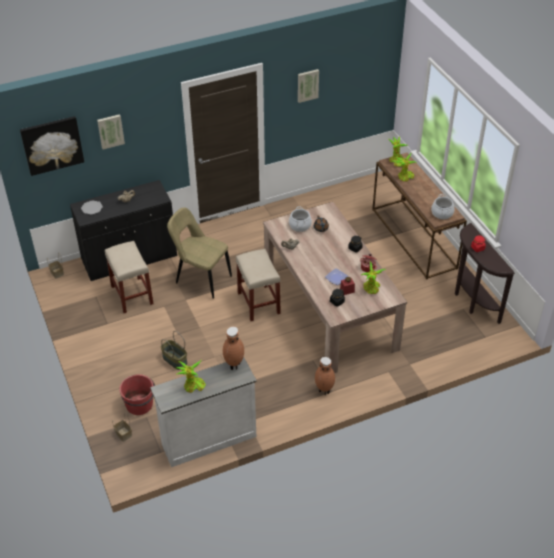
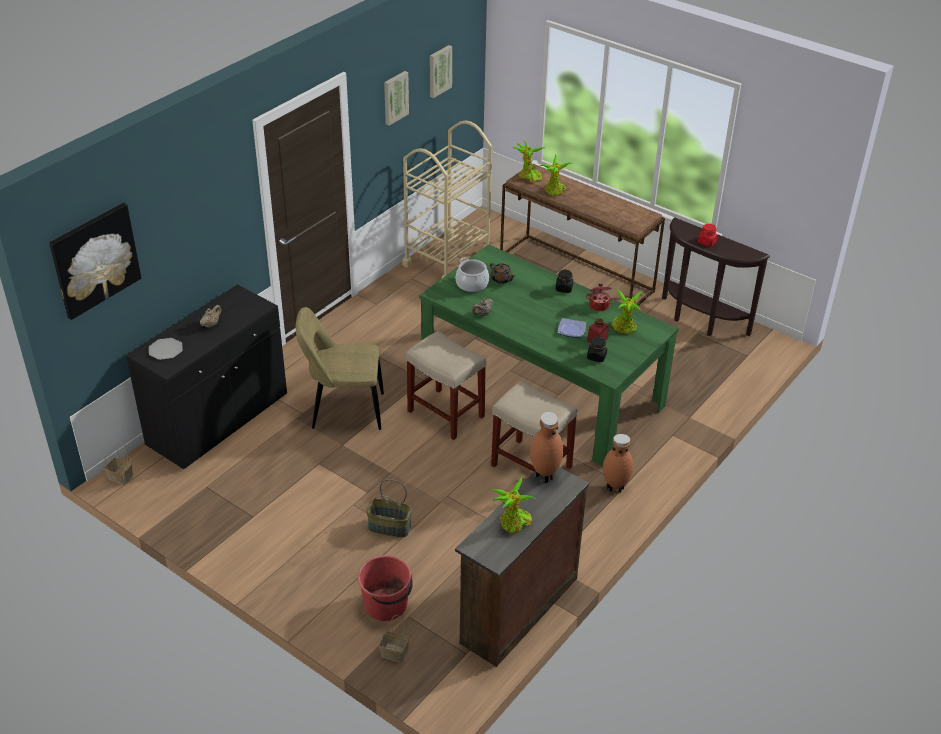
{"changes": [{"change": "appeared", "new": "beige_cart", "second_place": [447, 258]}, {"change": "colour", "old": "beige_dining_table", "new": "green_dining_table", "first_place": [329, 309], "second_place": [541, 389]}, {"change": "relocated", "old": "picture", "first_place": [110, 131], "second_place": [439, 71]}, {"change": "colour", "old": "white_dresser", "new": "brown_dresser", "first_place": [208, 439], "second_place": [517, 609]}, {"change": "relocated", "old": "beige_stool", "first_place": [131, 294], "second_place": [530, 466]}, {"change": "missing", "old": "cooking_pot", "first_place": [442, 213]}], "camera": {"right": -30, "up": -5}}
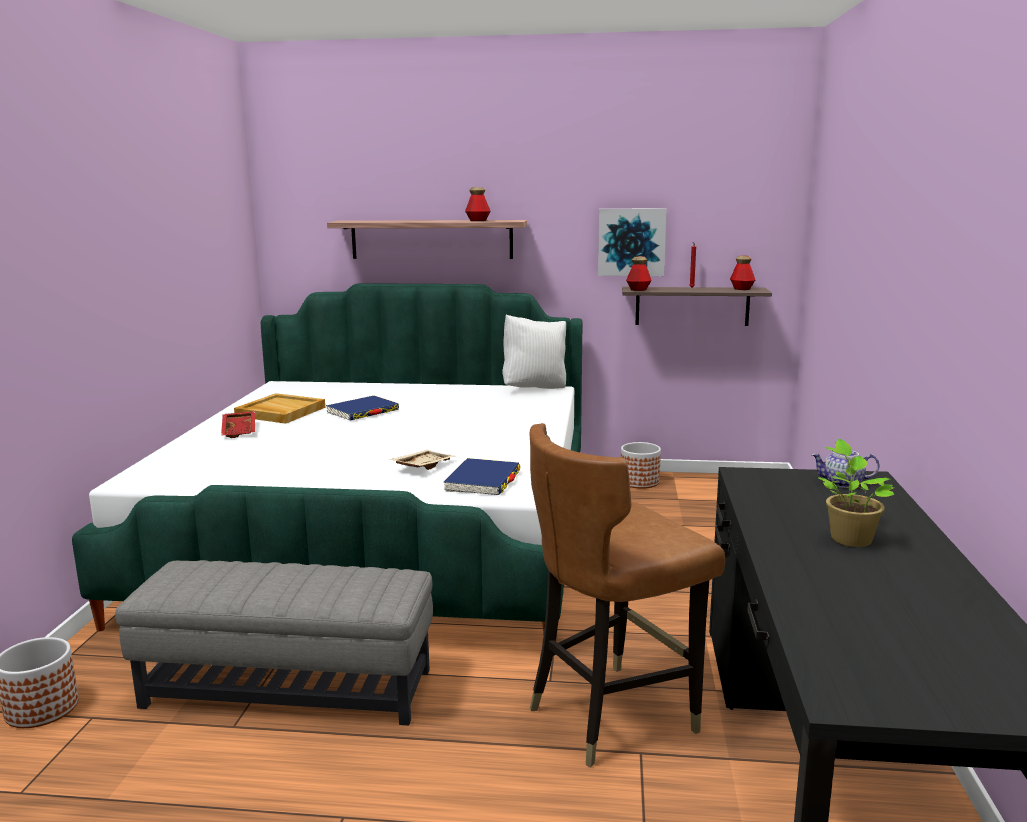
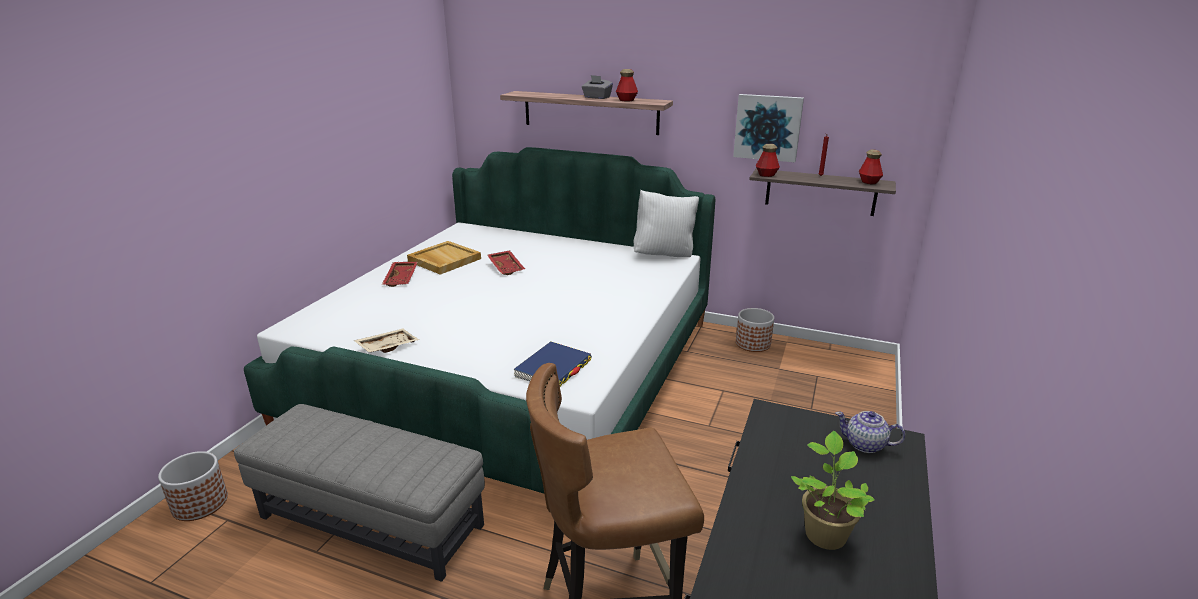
{"changes": [{"change": "relocated", "old": "beige_tray", "first_place": [422, 466], "second_place": [387, 346]}, {"change": "exchanged", "old": "blue_book", "new": "red_tray", "first_place": [363, 411], "second_place": [507, 267]}, {"change": "appeared", "new": "grey_tissue_box", "second_place": [597, 97]}], "camera": {"right": 15, "up": 10}}
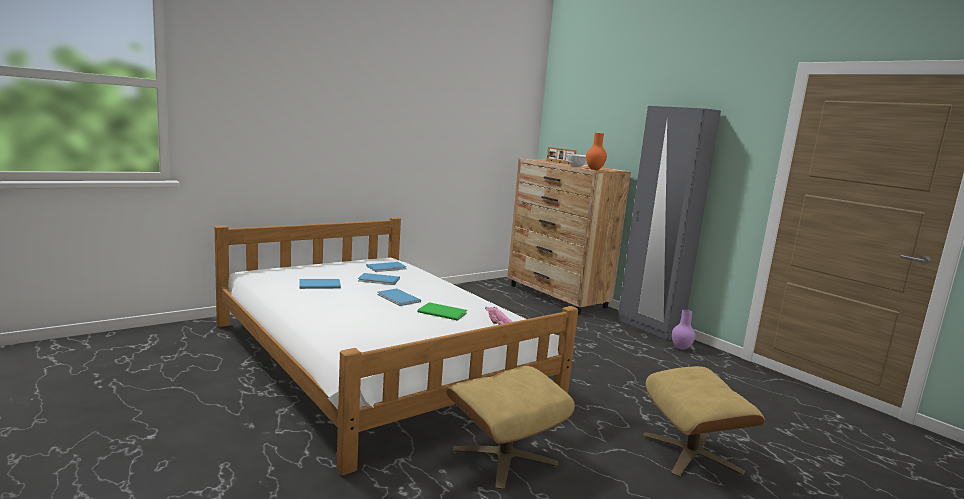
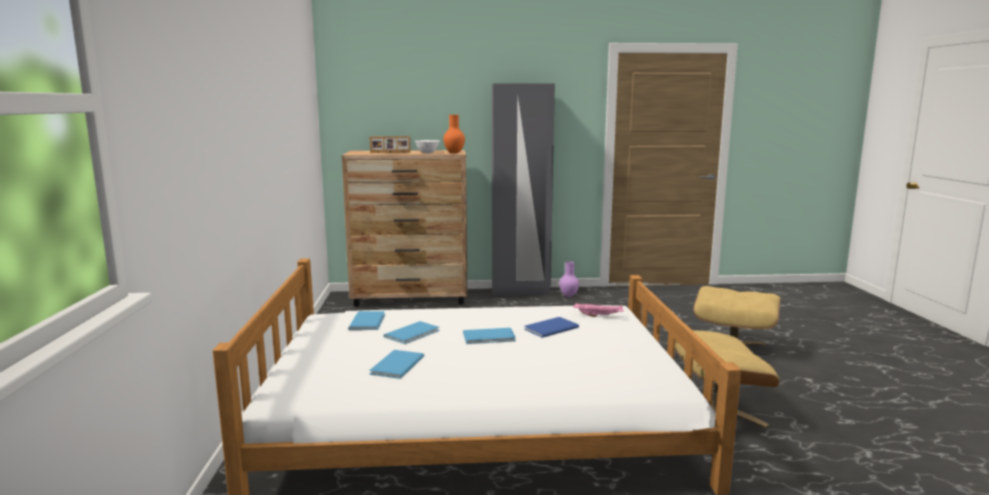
{"changes": [{"change": "colour", "old": "green_book", "new": "blue_book", "first_place": [442, 312], "second_place": [549, 328]}], "camera": {"right": -55, "up": 0}}
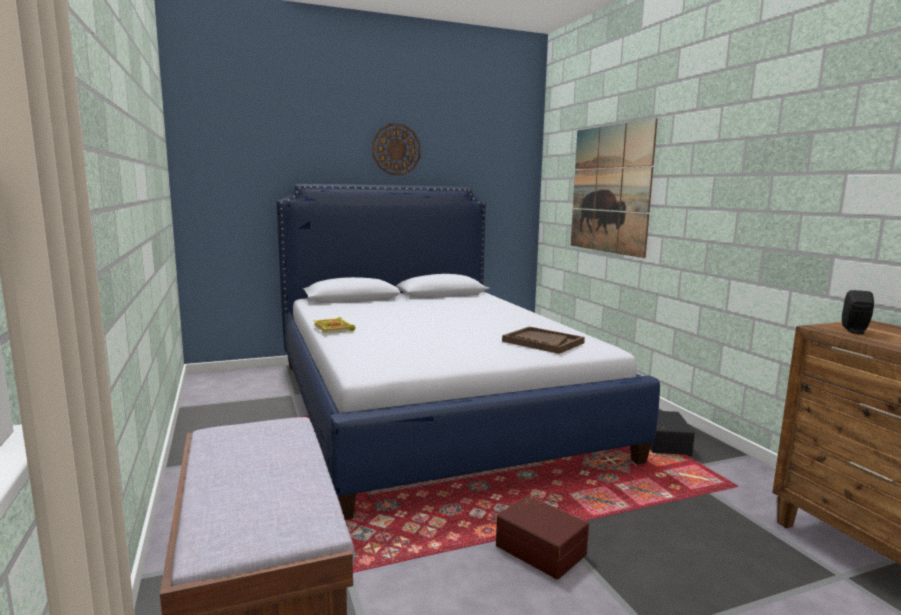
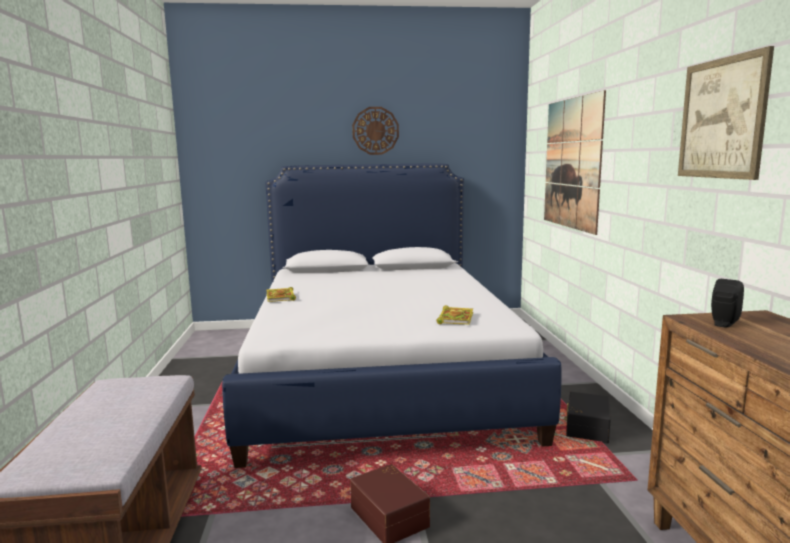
{"changes": [{"change": "exchanged", "old": "brown_tray", "new": "book", "first_place": [542, 342], "second_place": [455, 318]}, {"change": "appeared", "new": "picture", "second_place": [722, 118]}], "camera": {"right": 15, "up": 0}}
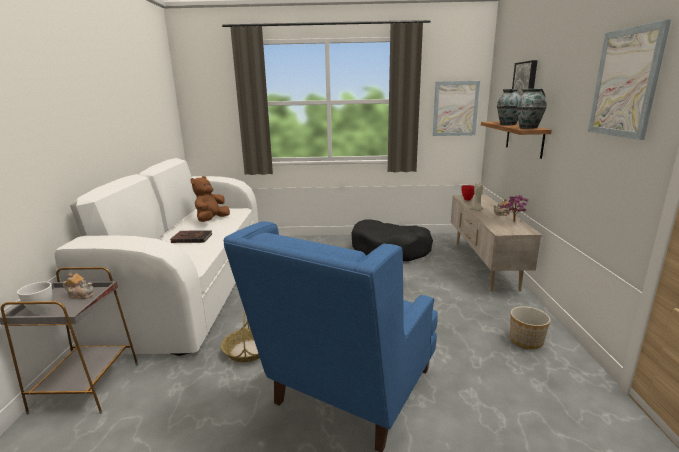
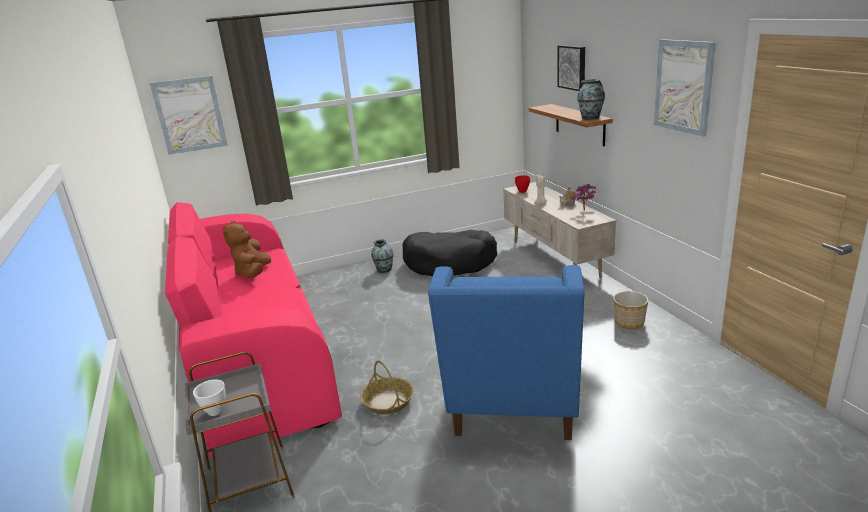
{"changes": [{"change": "relocated", "old": "picture", "first_place": [455, 108], "second_place": [190, 115]}, {"change": "colour", "old": "white_sofa", "new": "pink_sofa", "first_place": [194, 285], "second_place": [258, 355]}, {"change": "relocated", "old": "vase", "first_place": [507, 124], "second_place": [384, 270]}, {"change": "missing", "old": "teapot", "first_place": [81, 295]}, {"change": "missing", "old": "brown_book", "first_place": [192, 238]}], "camera": {"right": -20, "up": 5}}
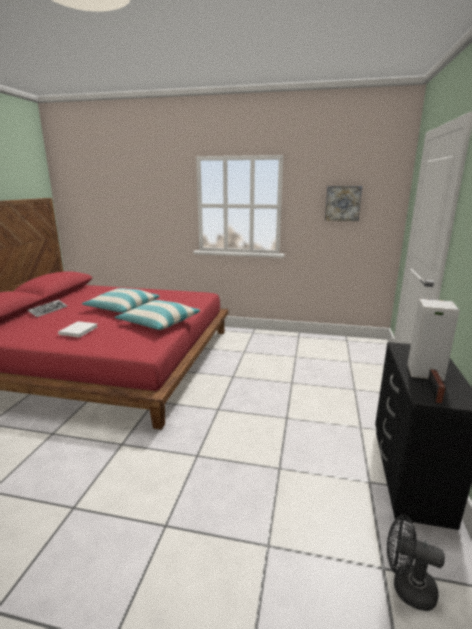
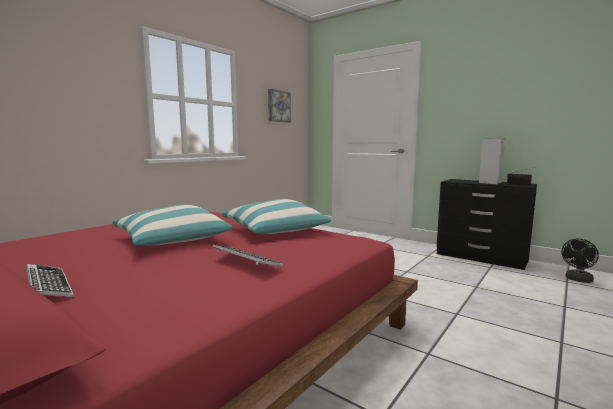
{"changes": [{"change": "exchanged", "old": "white_book", "new": "keyboard", "first_place": [79, 330], "second_place": [246, 261]}], "camera": {"right": -65, "up": -10}}
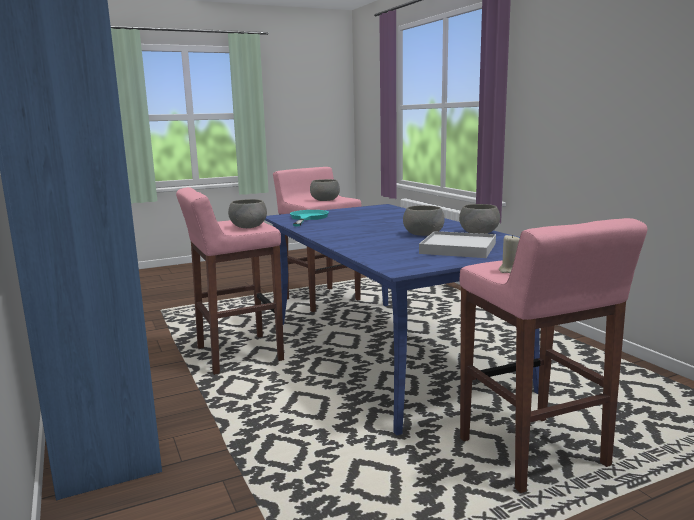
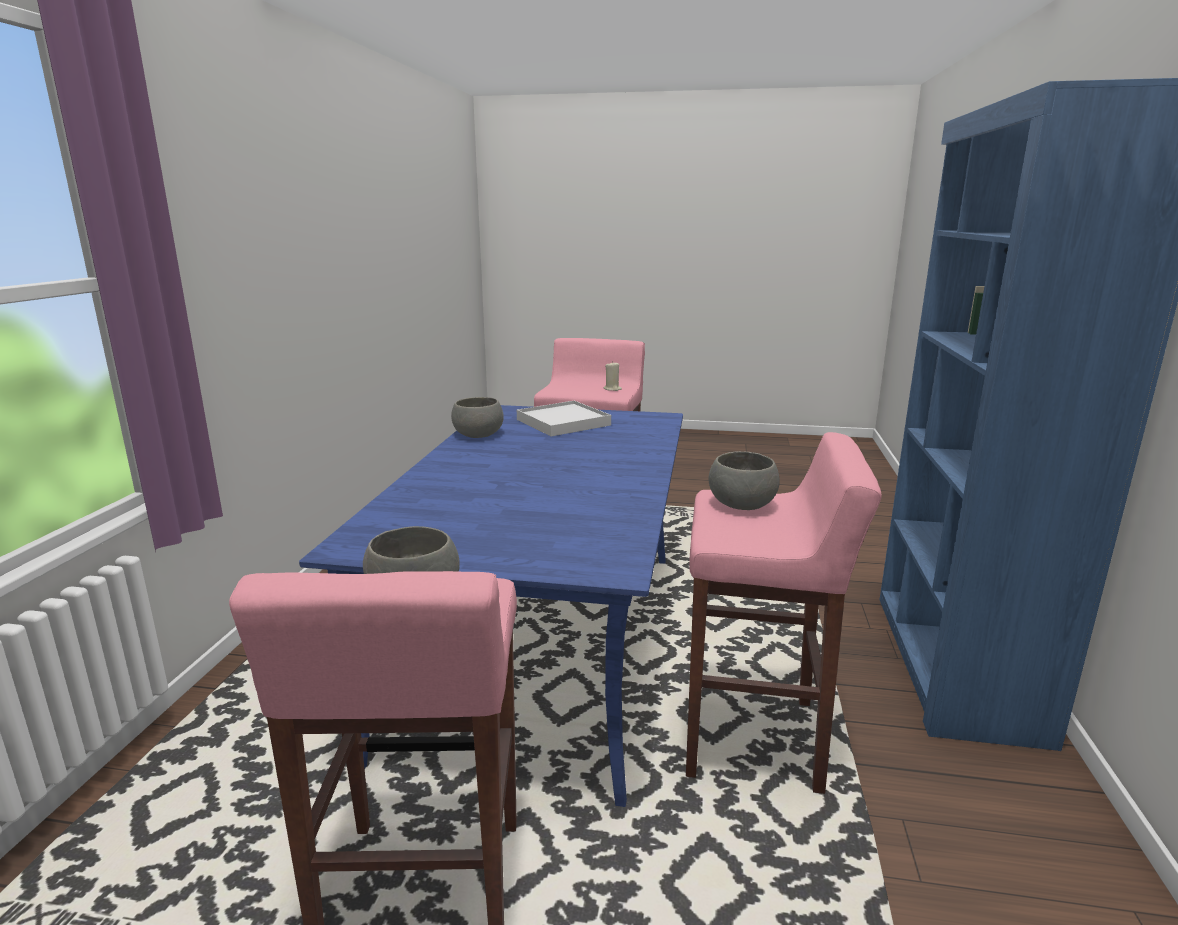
{"changes": [{"change": "missing", "old": "turquoise_frying_pan", "first_place": [307, 218]}, {"change": "missing", "old": "grey_bowl", "first_place": [422, 234]}], "camera": {"right": -145, "up": 5}}
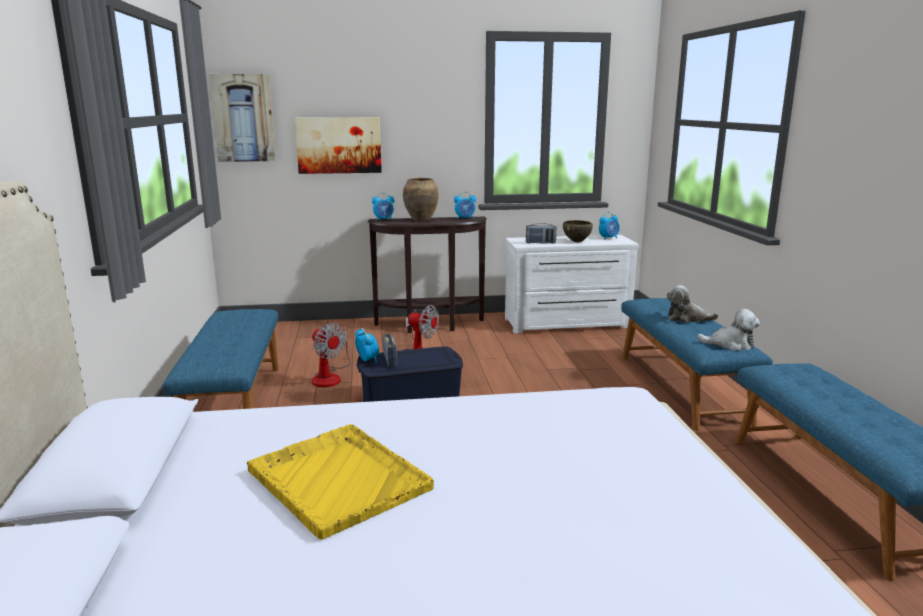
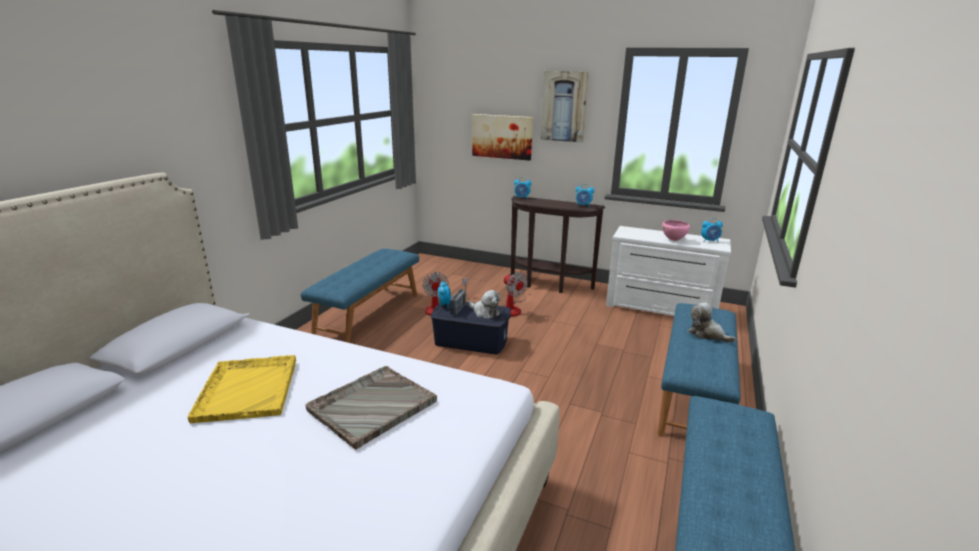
{"changes": [{"change": "appeared", "new": "grey_tray", "second_place": [371, 406]}, {"change": "relocated", "old": "plush_toy", "first_place": [730, 344], "second_place": [484, 312]}, {"change": "relocated", "old": "picture", "first_place": [243, 118], "second_place": [564, 106]}, {"change": "colour", "old": "brown_bowl", "new": "pink_bowl", "first_place": [577, 242], "second_place": [673, 240]}, {"change": "missing", "old": "brown_vase", "first_place": [421, 219]}, {"change": "missing", "old": "radio", "first_place": [540, 243]}], "camera": {"right": 30, "up": 5}}
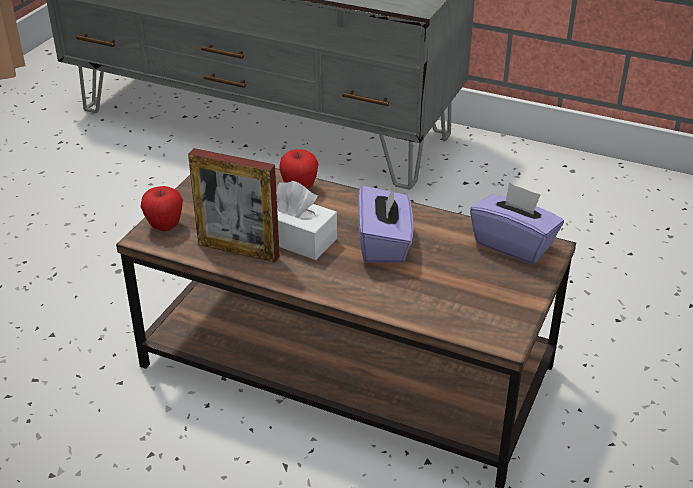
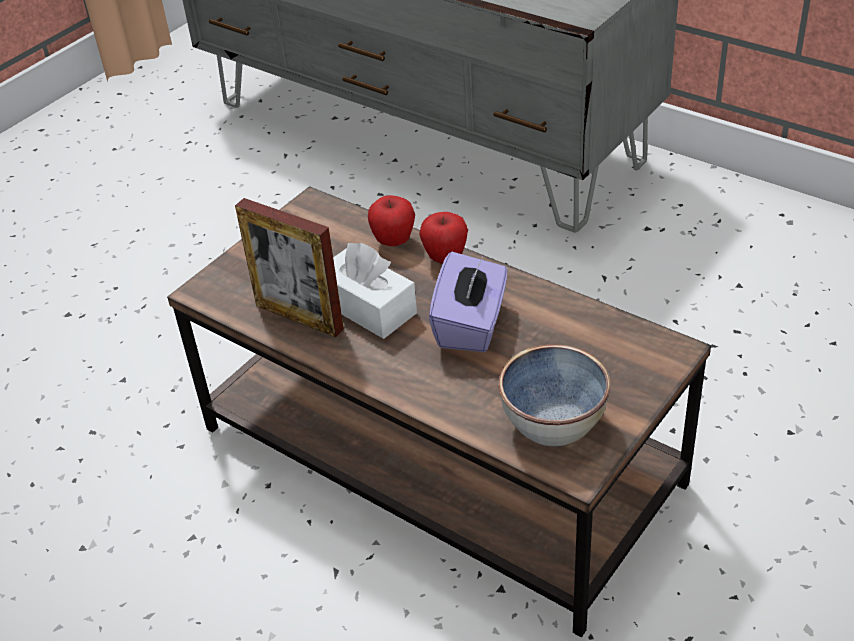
{"changes": [{"change": "relocated", "old": "apple", "first_place": [164, 226], "second_place": [445, 258]}, {"change": "appeared", "new": "bowl", "second_place": [553, 421]}, {"change": "missing", "old": "purple_tissue_box", "first_place": [513, 244]}], "camera": {"right": 15, "up": 5}}
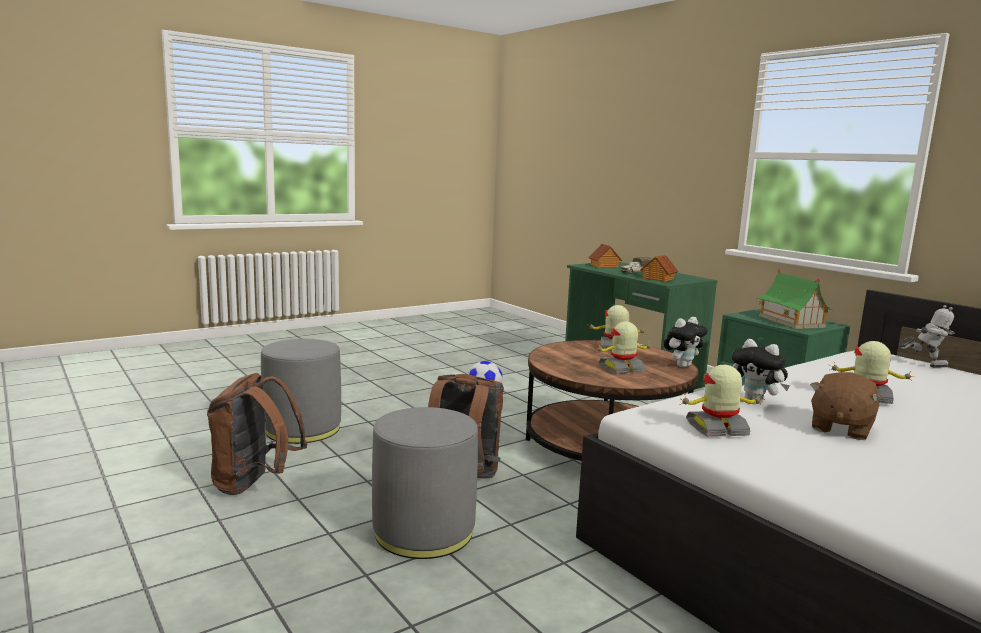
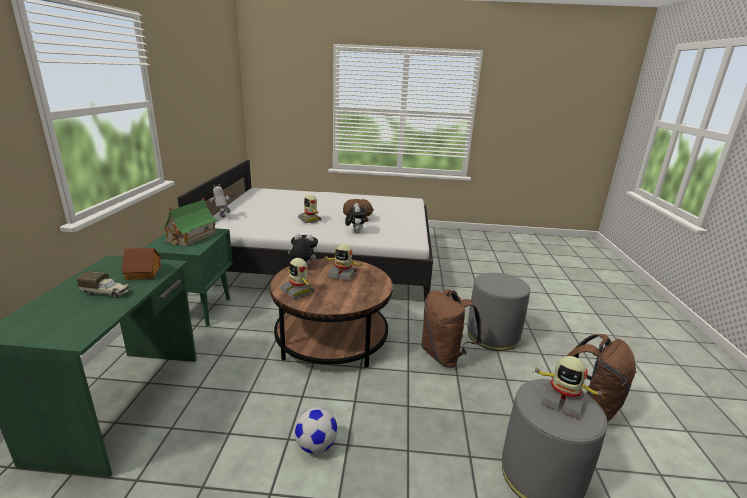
{"changes": [{"change": "relocated", "old": "toy_robot", "first_place": [717, 429], "second_place": [562, 401]}, {"change": "missing", "old": "toy_house", "first_place": [604, 266]}], "camera": {"right": -140, "up": 10}}
